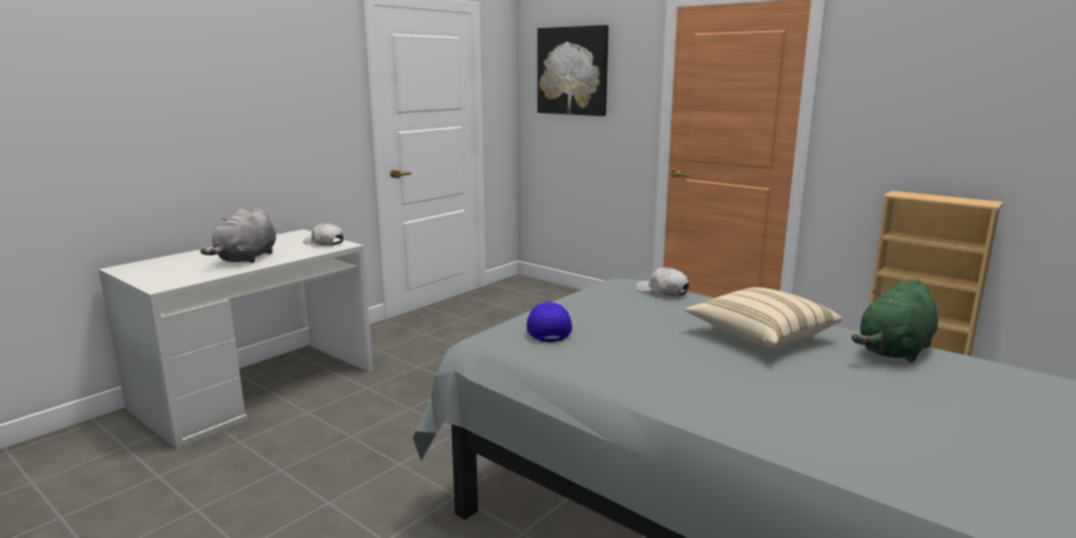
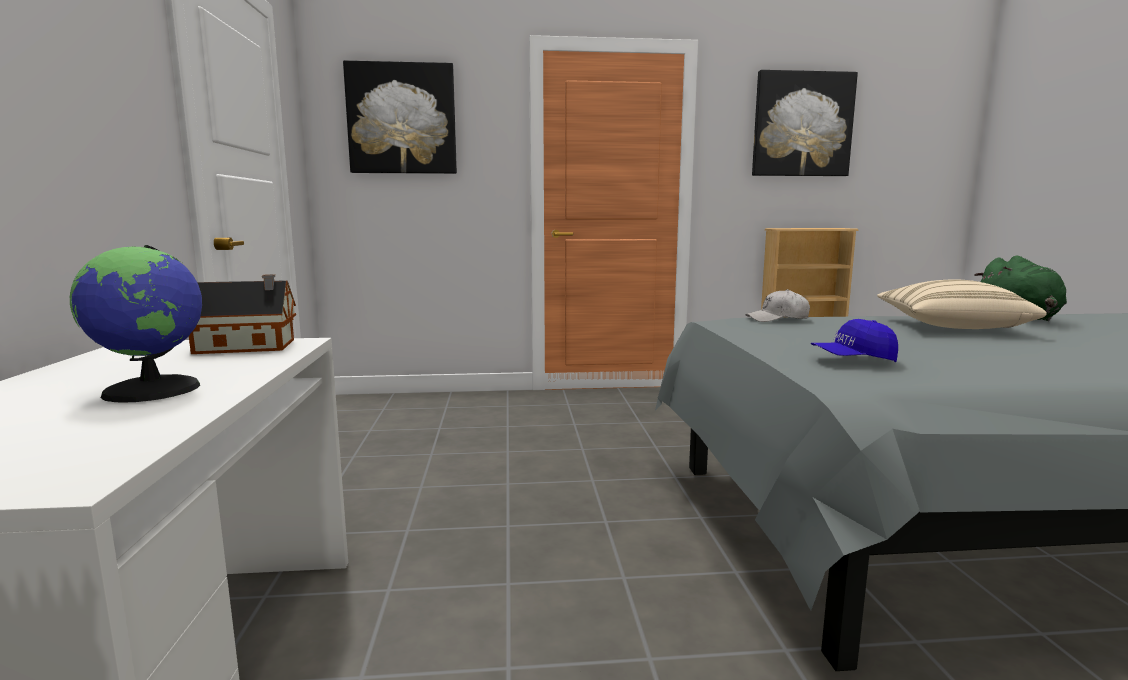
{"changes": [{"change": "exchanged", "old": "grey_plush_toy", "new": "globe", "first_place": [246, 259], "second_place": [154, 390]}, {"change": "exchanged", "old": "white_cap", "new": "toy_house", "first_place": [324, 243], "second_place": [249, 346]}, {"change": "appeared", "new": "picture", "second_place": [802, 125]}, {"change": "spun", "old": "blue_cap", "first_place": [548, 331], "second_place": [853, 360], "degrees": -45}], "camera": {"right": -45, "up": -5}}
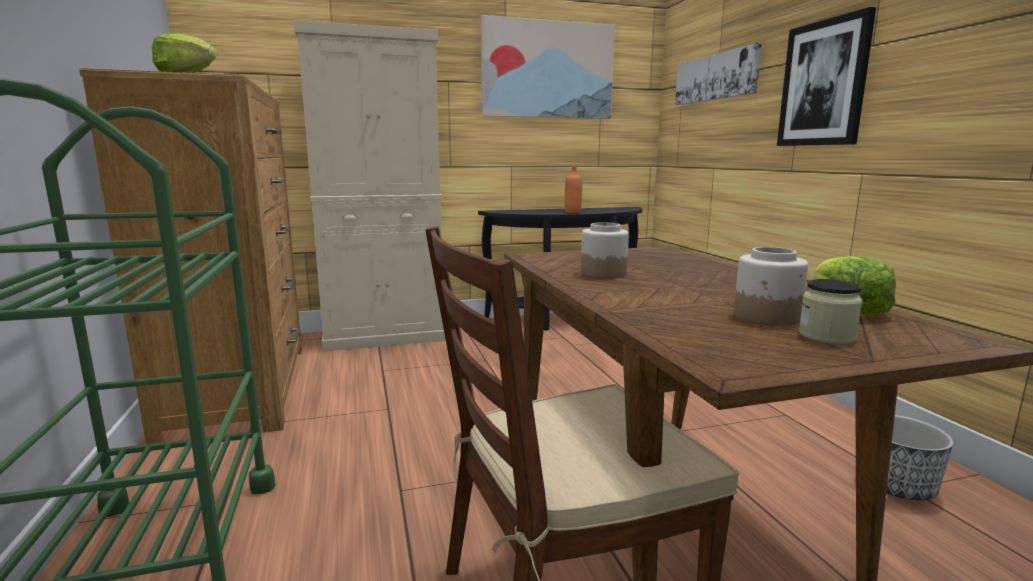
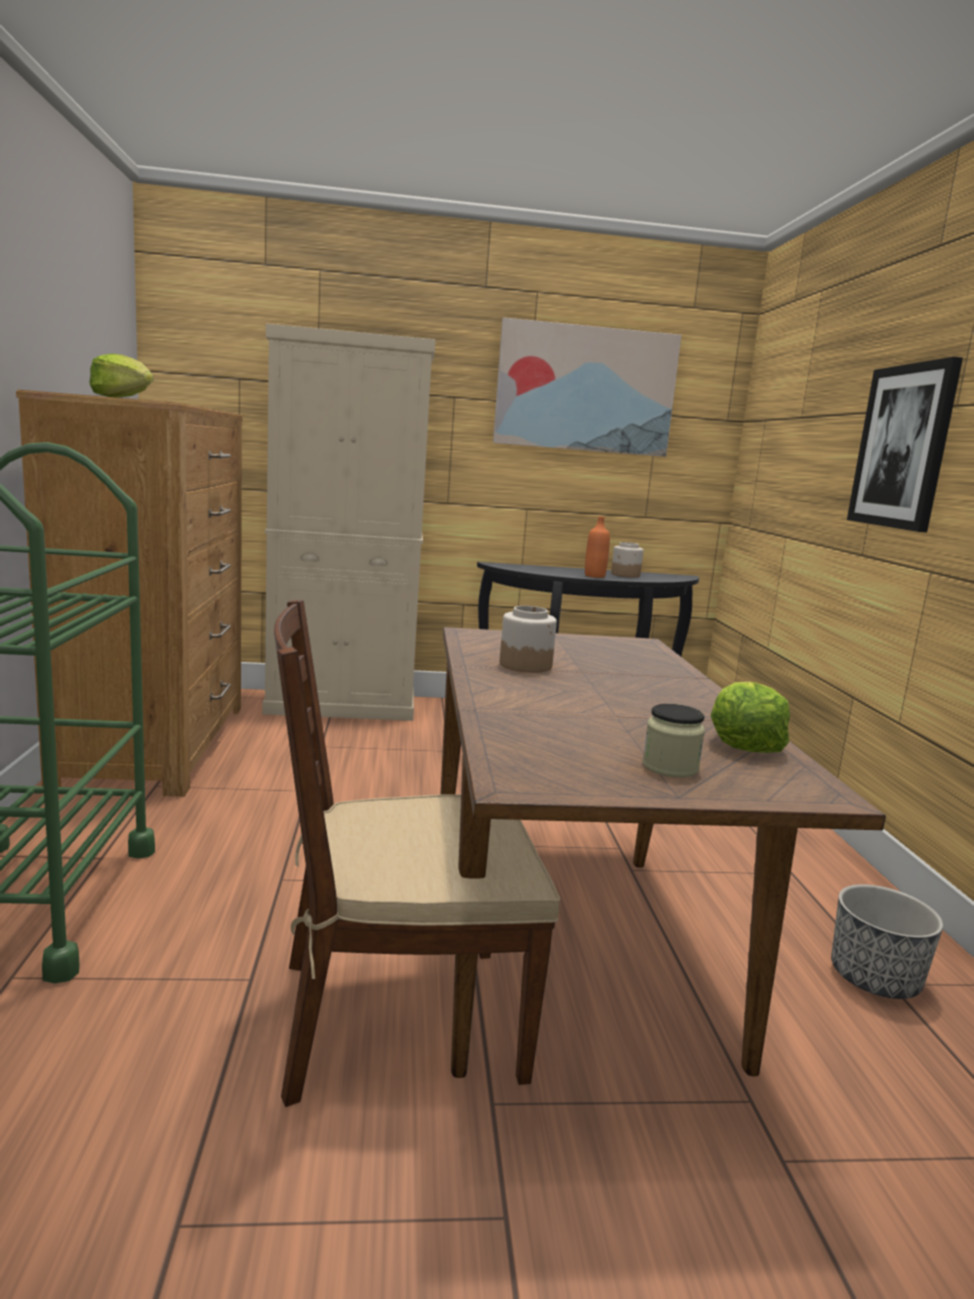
{"changes": [{"change": "relocated", "old": "jar", "first_place": [767, 317], "second_place": [625, 575]}, {"change": "missing", "old": "picture", "first_place": [716, 77]}], "camera": {"right": 10, "up": 0}}
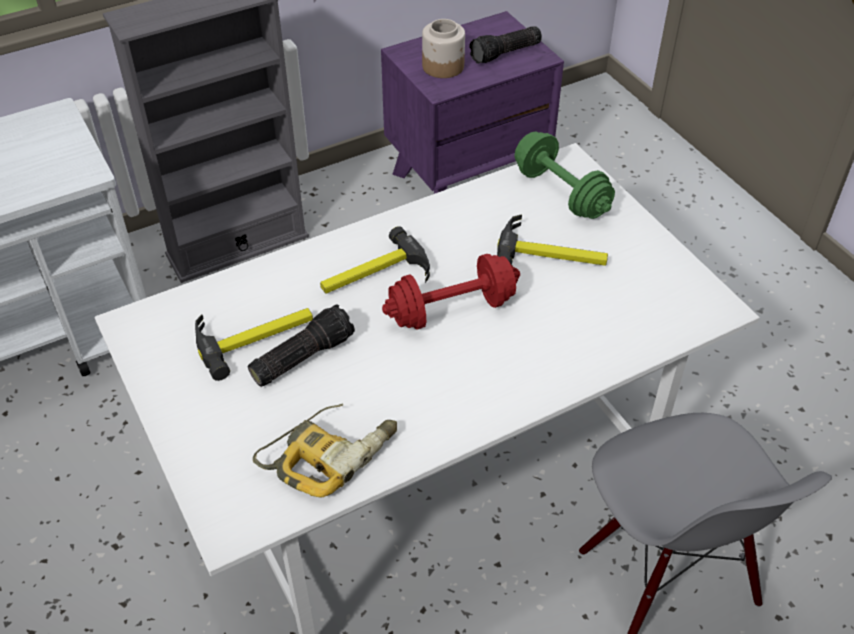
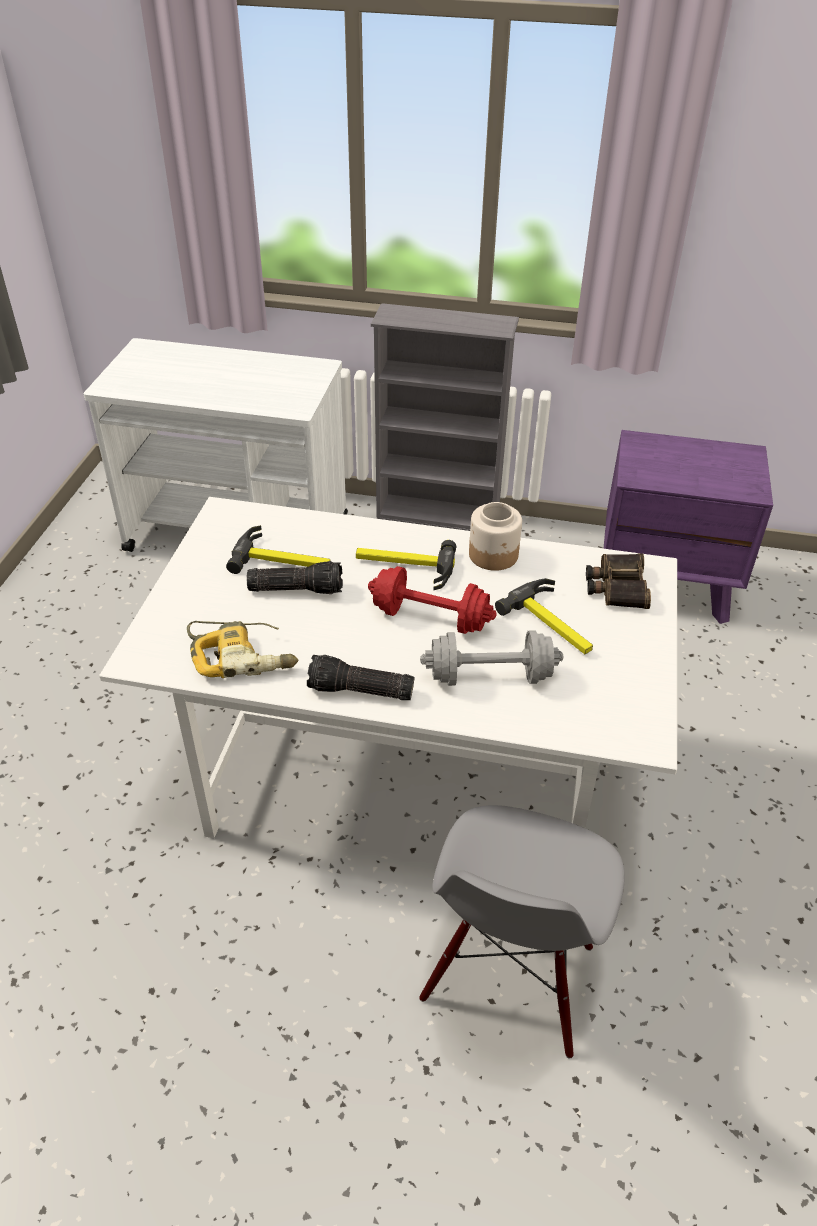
{"changes": [{"change": "relocated", "old": "flashlight", "first_place": [506, 54], "second_place": [359, 692]}, {"change": "appeared", "new": "grey_dumbbell", "second_place": [490, 676]}, {"change": "relocated", "old": "jar", "first_place": [443, 66], "second_place": [494, 555]}, {"change": "exchanged", "old": "green_dumbbell", "new": "binoculars", "first_place": [561, 193], "second_place": [616, 586]}], "camera": {"right": 40, "up": -5}}
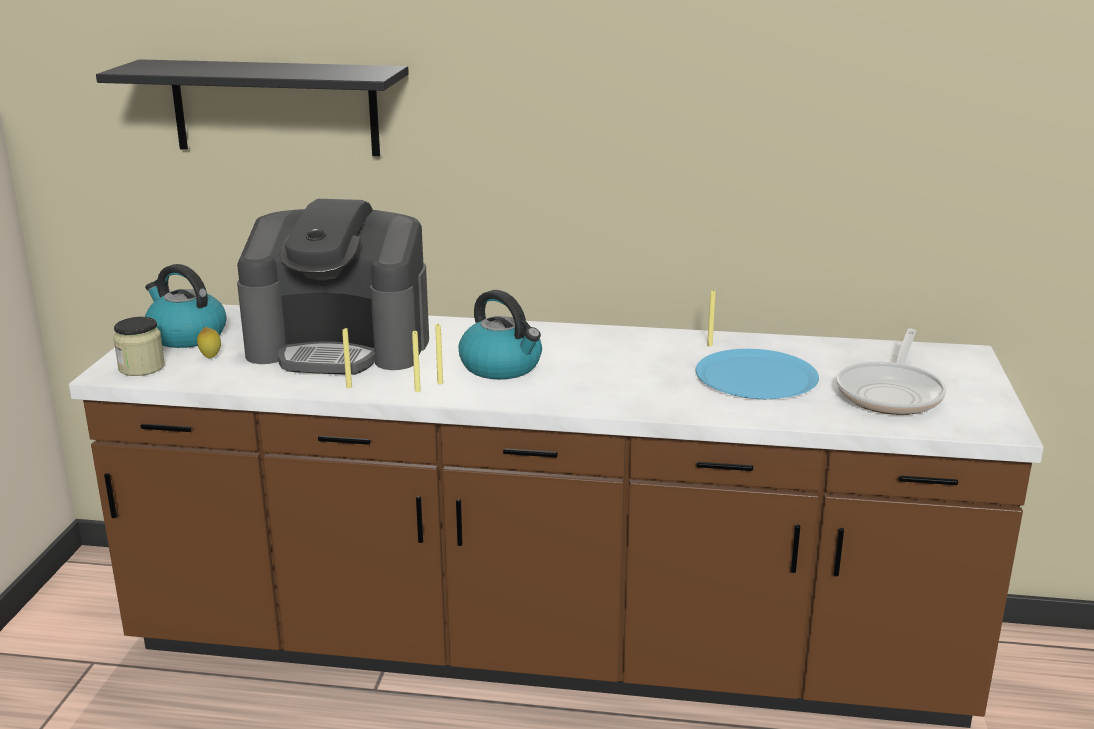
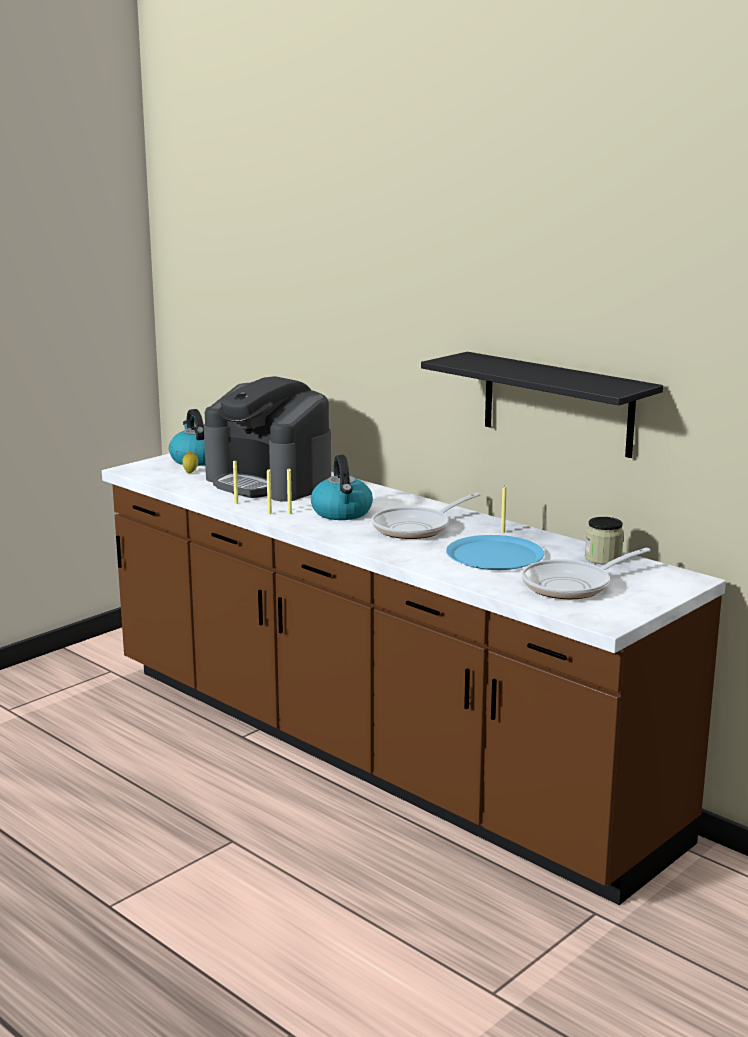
{"changes": [{"change": "appeared", "new": "frying_pan", "second_place": [416, 528]}, {"change": "relocated", "old": "black_shelf", "first_place": [275, 108], "second_place": [557, 404]}, {"change": "relocated", "old": "jar", "first_place": [141, 367], "second_place": [603, 558]}], "camera": {"right": 35, "up": -5}}
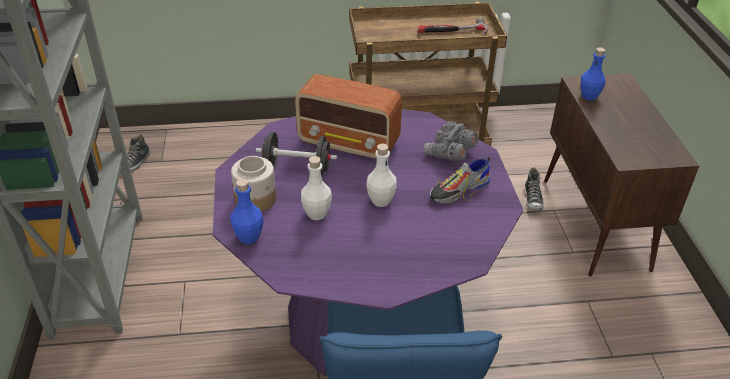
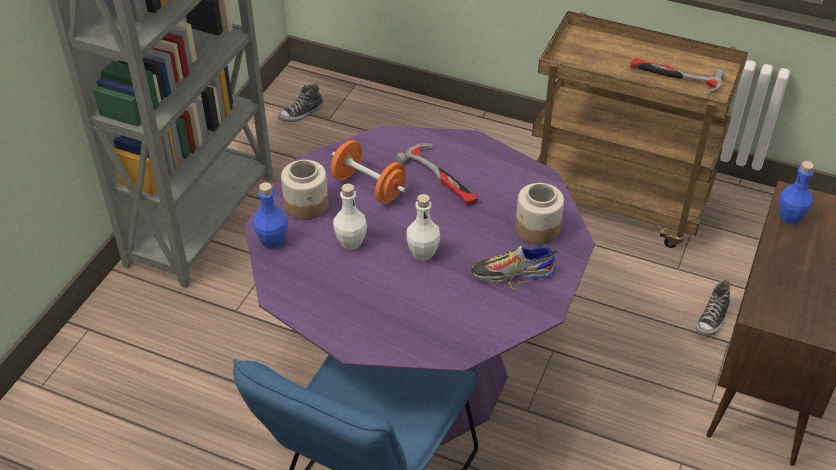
{"changes": [{"change": "colour", "old": "black_dumbbell", "new": "orange_dumbbell", "first_place": [297, 169], "second_place": [368, 187]}, {"change": "exchanged", "old": "radio", "new": "hammer", "first_place": [349, 143], "second_place": [442, 178]}, {"change": "exchanged", "old": "grey_binoculars", "new": "jar", "first_place": [449, 154], "second_place": [537, 229]}], "camera": {"right": 30, "up": 5}}
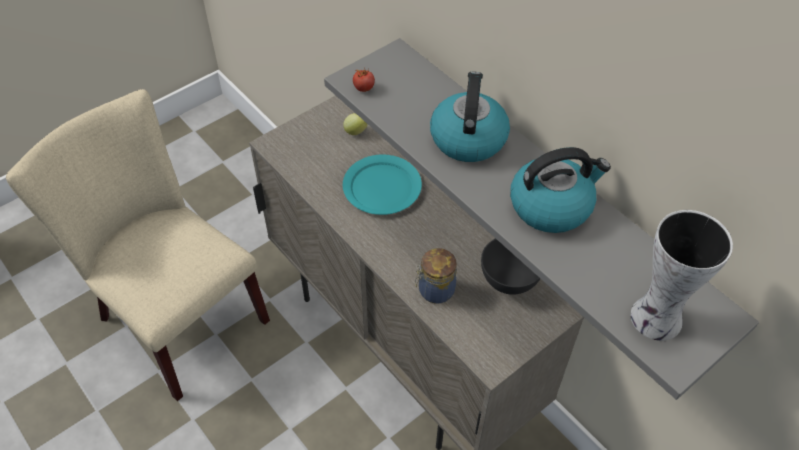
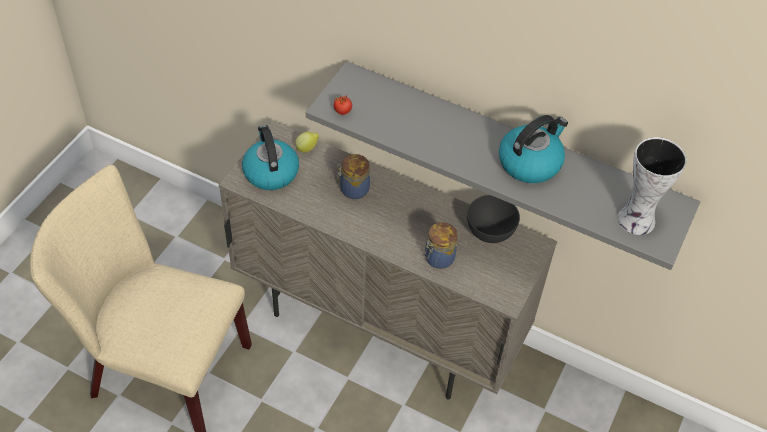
{"changes": [{"change": "relocated", "old": "kettle", "first_place": [468, 138], "second_place": [270, 172]}, {"change": "exchanged", "old": "turquoise_plate", "new": "jar", "first_place": [381, 187], "second_place": [353, 189]}], "camera": {"right": -25, "up": 0}}
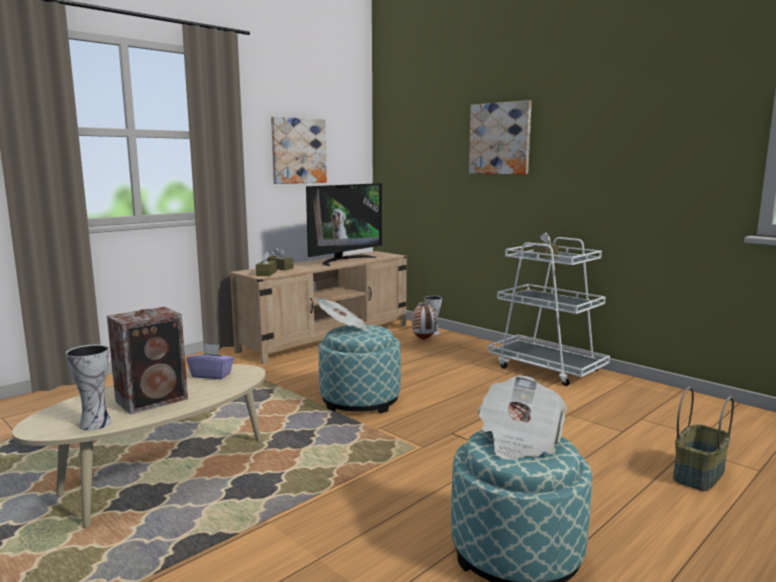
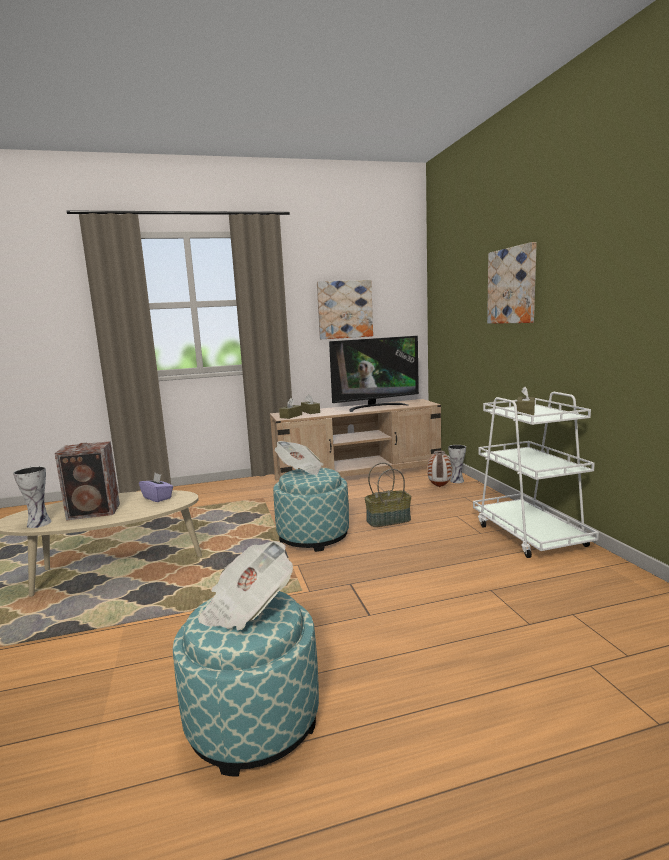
{"changes": [{"change": "relocated", "old": "basket", "first_place": [697, 474], "second_place": [388, 520]}], "camera": {"right": 30, "up": 0}}
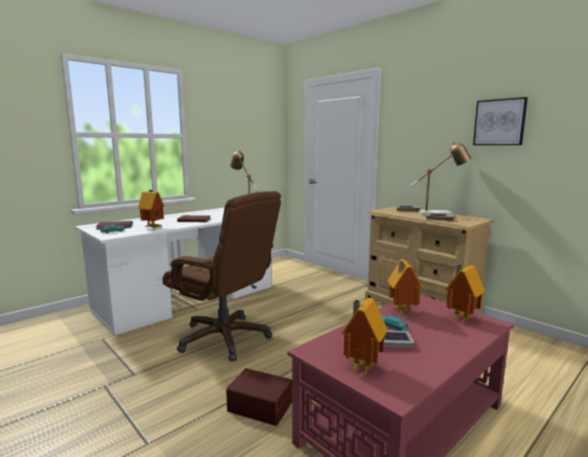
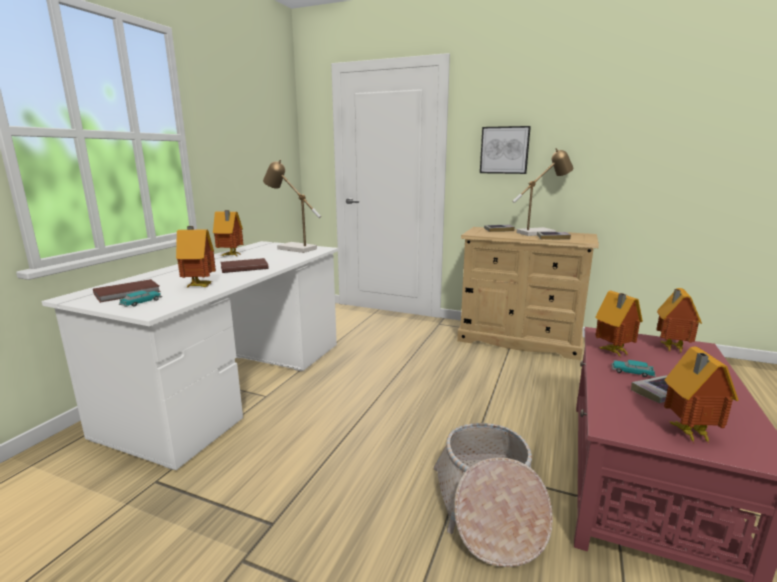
{"changes": [{"change": "appeared", "new": "toy_house", "second_place": [230, 256]}, {"change": "exchanged", "old": "brown_storage_box", "new": "basket", "first_place": [260, 405], "second_place": [488, 509]}, {"change": "relocated", "old": "picture", "first_place": [499, 122], "second_place": [504, 150]}, {"change": "missing", "old": "brown_office_chair", "first_place": [225, 338]}], "camera": {"right": -25, "up": 5}}
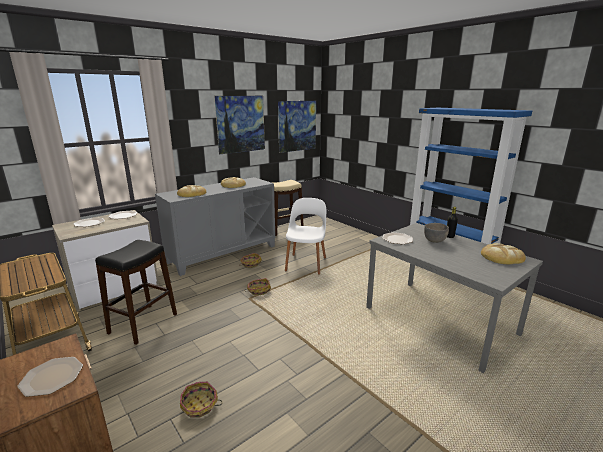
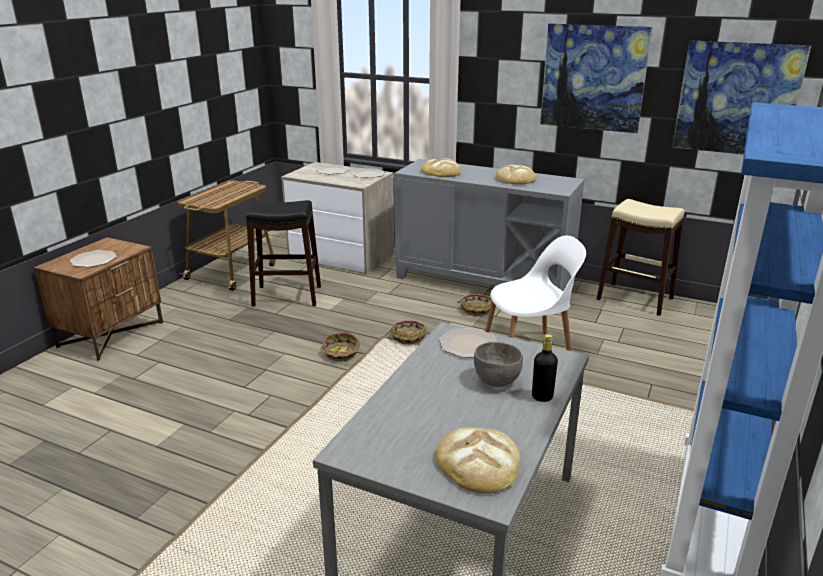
{"changes": [{"change": "relocated", "old": "basket", "first_place": [200, 406], "second_place": [340, 354]}], "camera": {"right": 65, "up": 5}}
